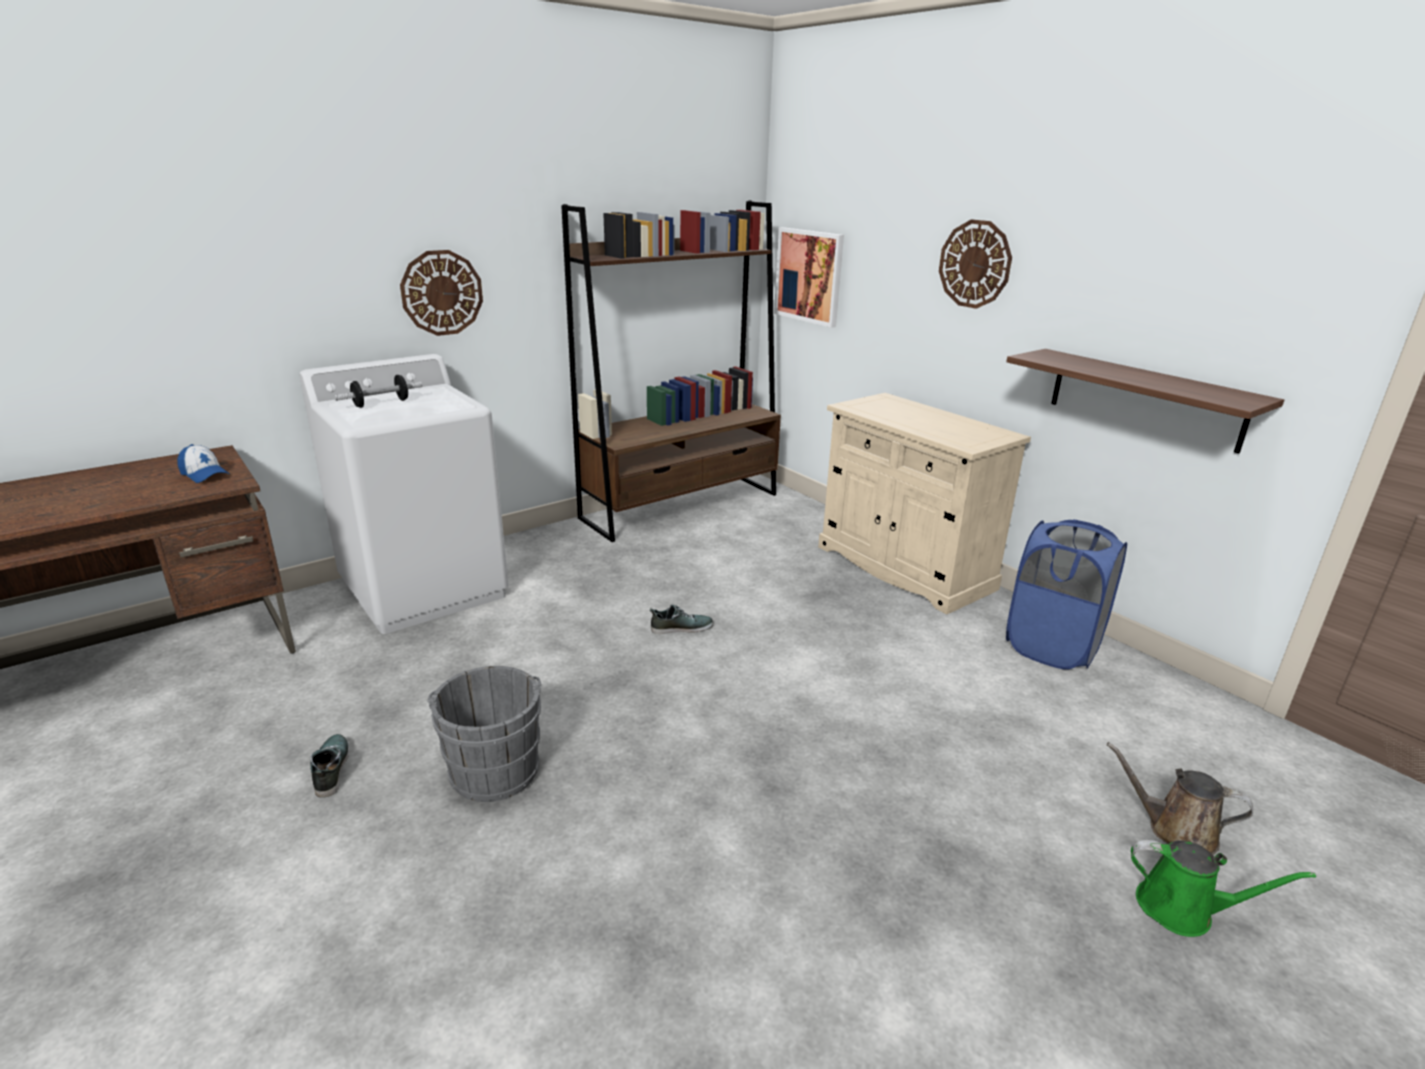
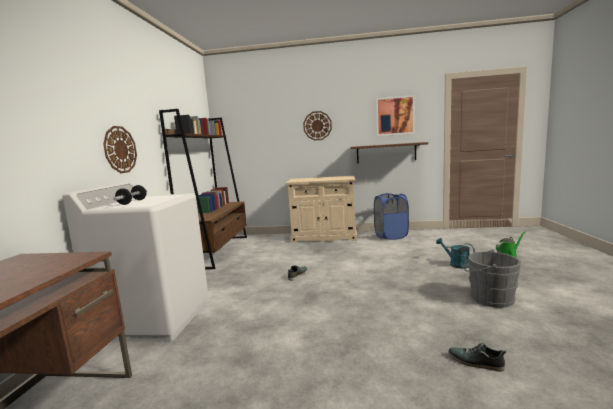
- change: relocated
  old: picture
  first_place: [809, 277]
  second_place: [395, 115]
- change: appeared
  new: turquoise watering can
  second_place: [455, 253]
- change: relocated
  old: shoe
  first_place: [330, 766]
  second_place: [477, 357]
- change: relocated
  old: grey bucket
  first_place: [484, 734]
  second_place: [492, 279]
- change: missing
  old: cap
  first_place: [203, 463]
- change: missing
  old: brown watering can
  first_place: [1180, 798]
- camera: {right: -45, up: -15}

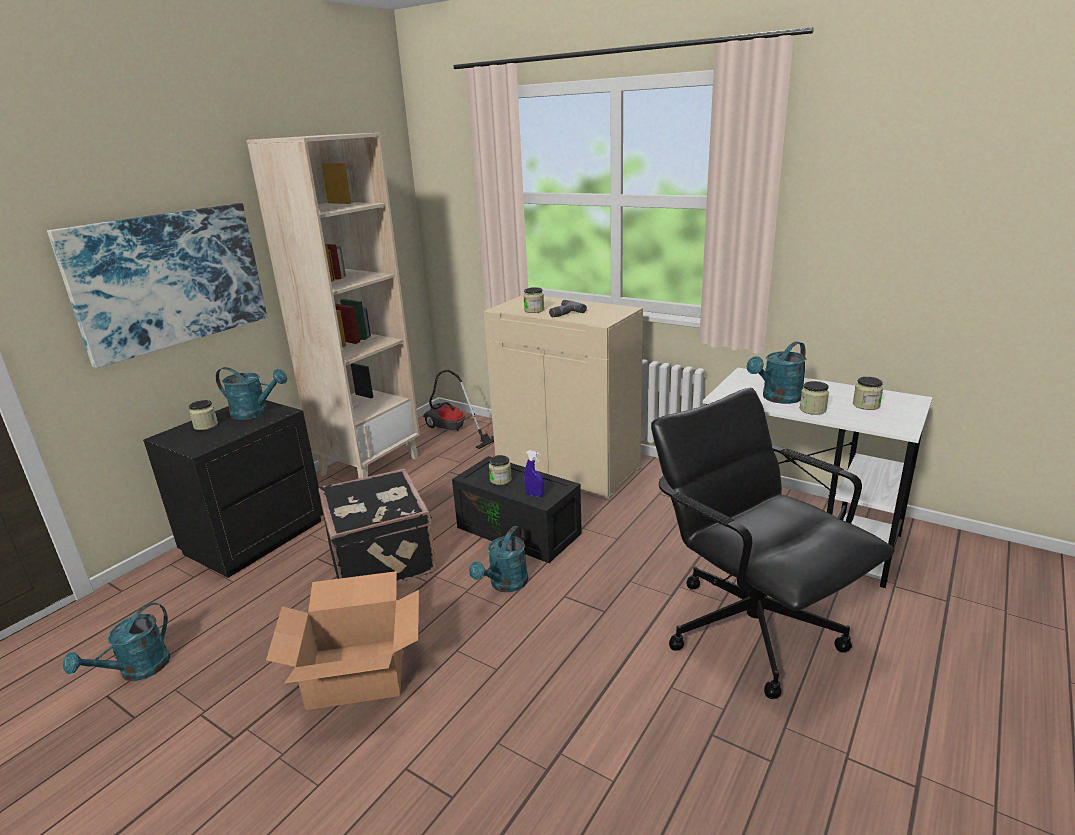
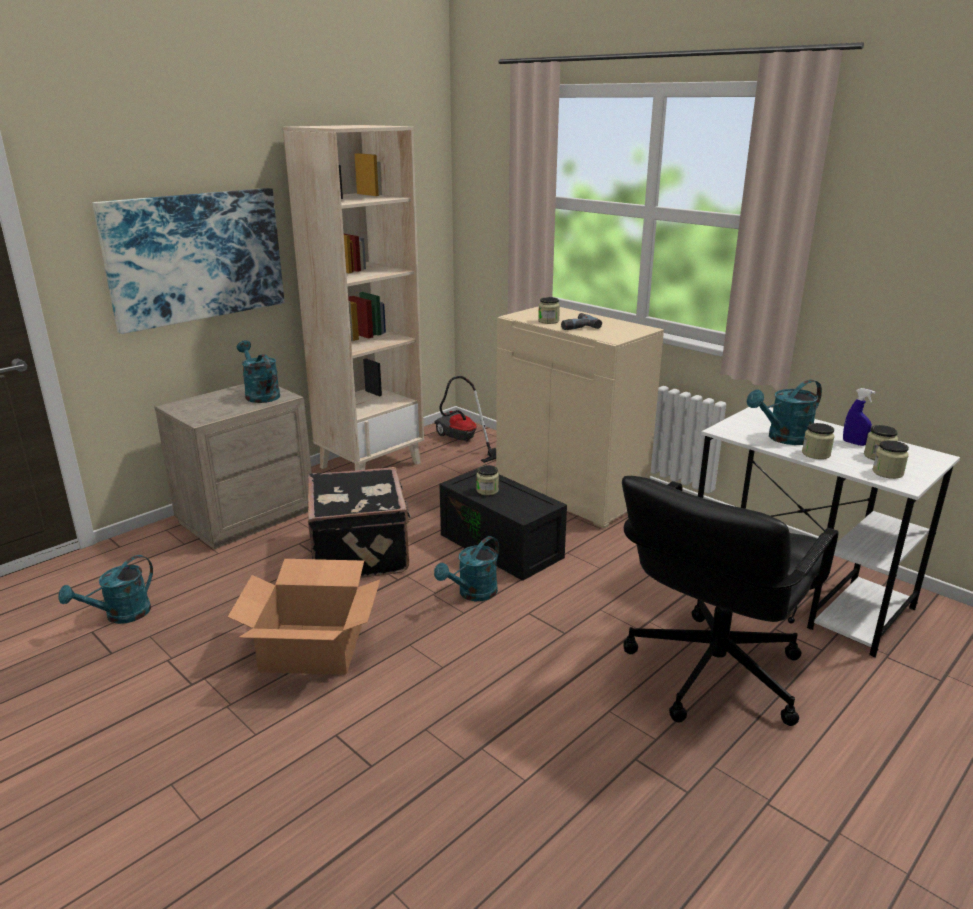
- change: colour
  old: black nightstand
  new: beige nightstand
  first_place: [233, 489]
  second_place: [233, 466]
- change: spun
  old: turquoise watering can
  first_place: [251, 393]
  second_place: [258, 371]
  degrees: -150
- change: spun
  old: black office chair
  first_place: [773, 543]
  second_place: [730, 601]
  degrees: -120
- change: relocated
  old: blue spray bottle
  first_place: [534, 473]
  second_place: [859, 417]
- change: relocated
  old: jar
  first_place: [203, 415]
  second_place: [891, 459]
- camera: {right: 10, up: 0}

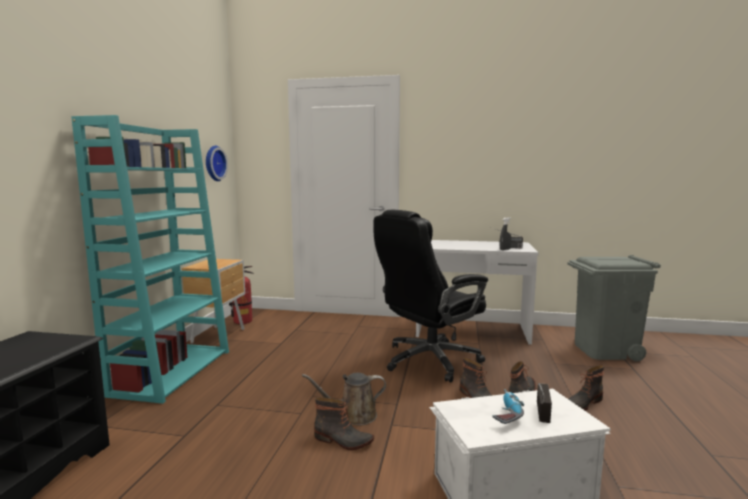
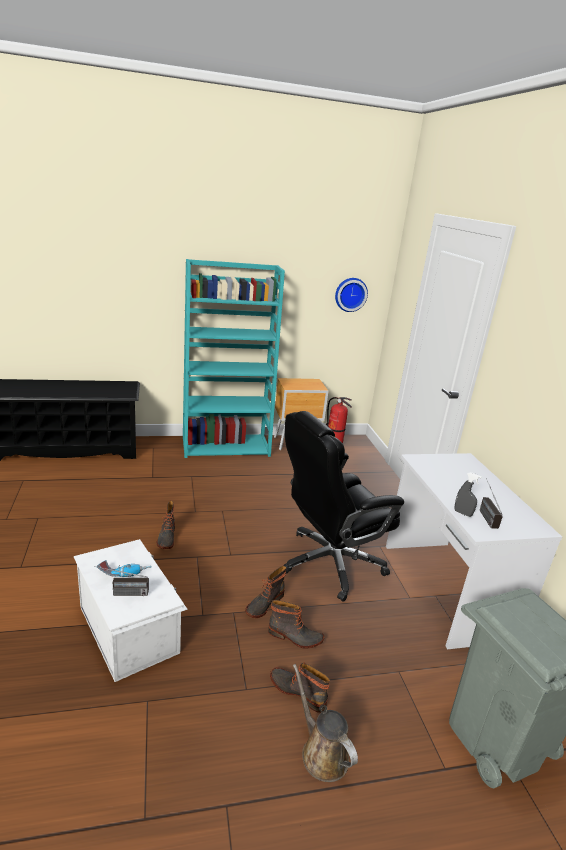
- change: spun
  old: black office chair
  first_place: [430, 296]
  second_place: [343, 506]
  degrees: -60
- change: relocated
  old: brown watering can
  first_place: [344, 399]
  second_place: [325, 723]
- camera: {right: 65, up: 15}

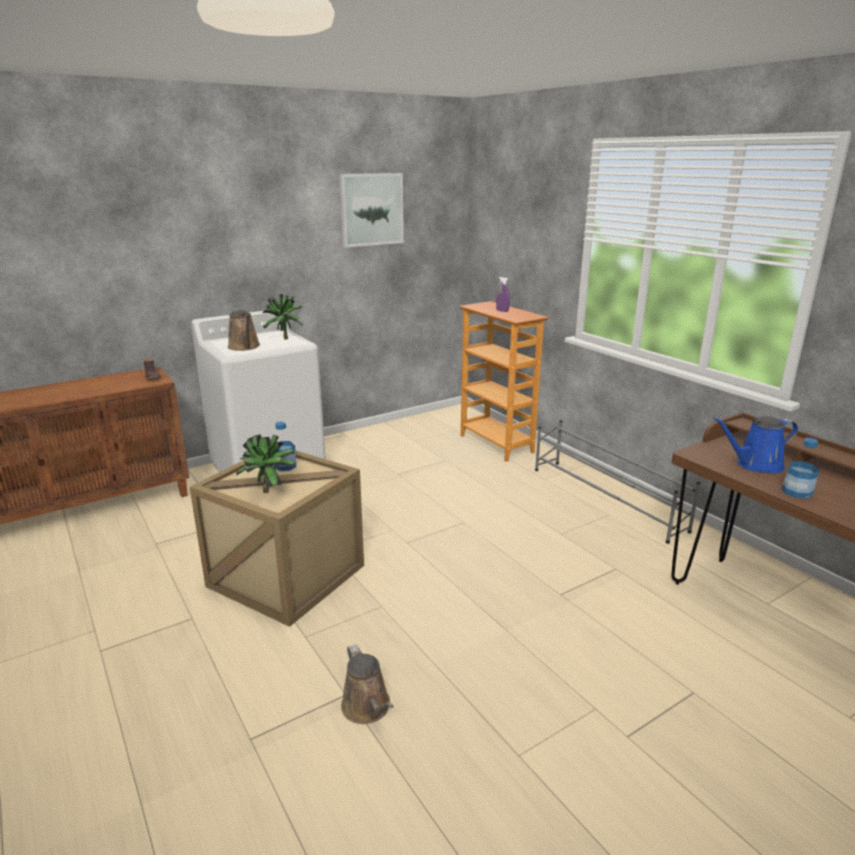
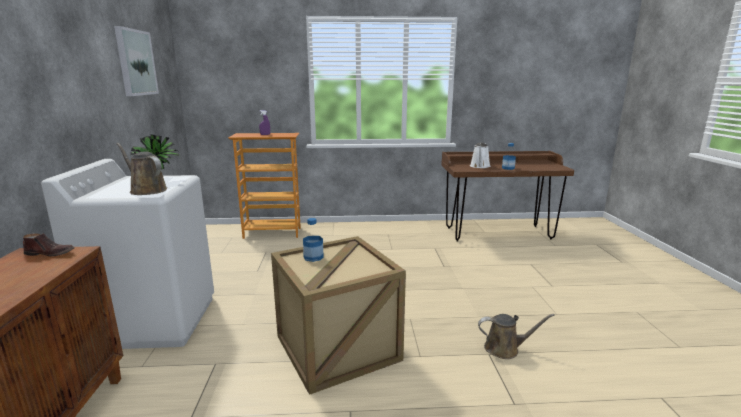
- change: spun
  old: brown watering can
  first_place: [244, 330]
  second_place: [142, 169]
  degrees: -150
- change: colour
  old: blue watering can
  new: white watering can
  first_place: [755, 444]
  second_place: [480, 155]
- change: missing
  old: potted plant
  first_place: [265, 463]
- change: missing
  old: grey shoe rack
  first_place: [617, 482]
- camera: {right: -60, up: -5}

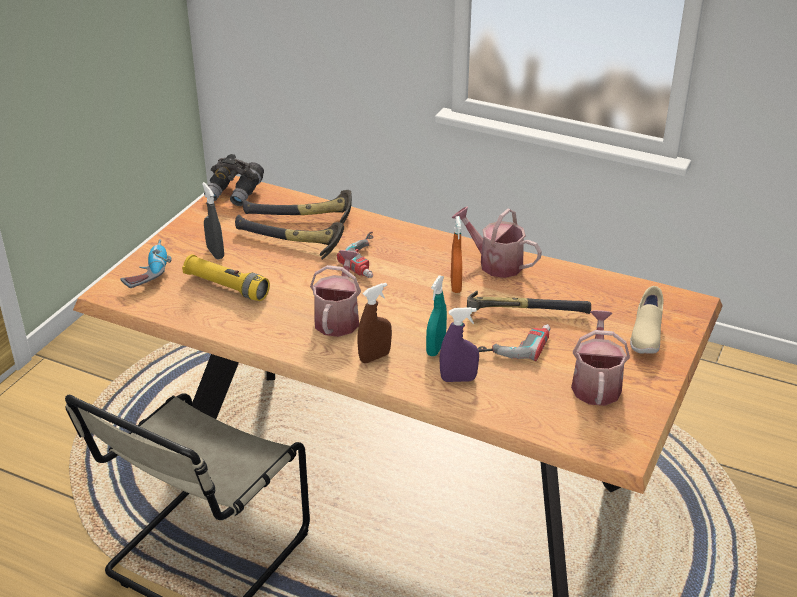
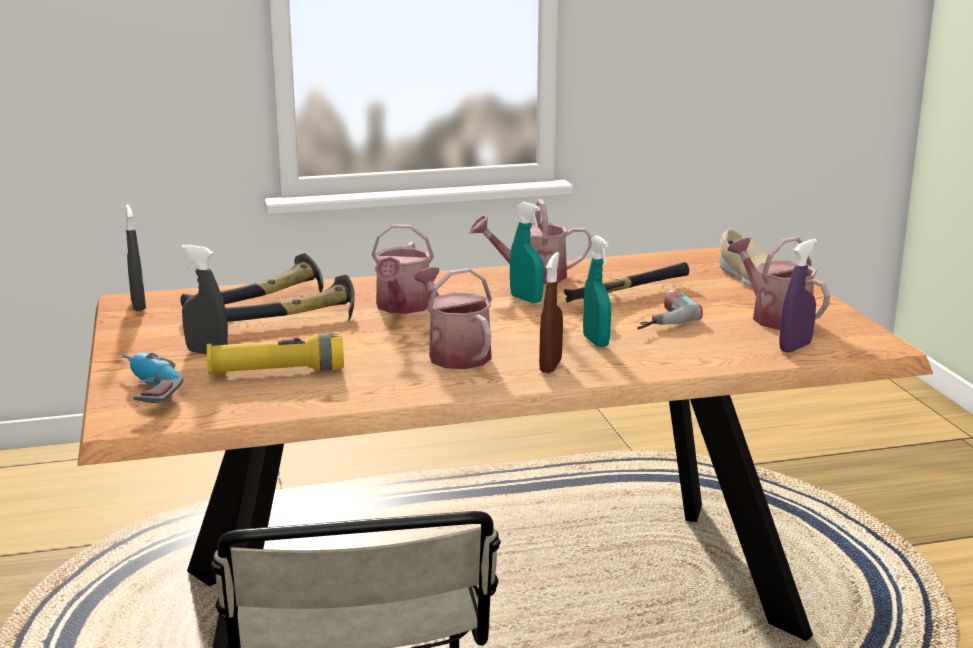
- change: exchanged
  old: grey binoculars
  new: grey spray bottle
  first_place: [234, 180]
  second_place: [135, 258]
- change: exchanged
  old: power drill
  new: watering can
  first_place: [355, 255]
  second_place: [402, 269]
- change: colour
  old: orange spray bottle
  new: turquoise spray bottle
  first_place: [456, 254]
  second_place: [527, 252]
- change: relocated
  old: purple spray bottle
  first_place: [459, 344]
  second_place: [798, 295]
- camera: {right: -40, up: -15}

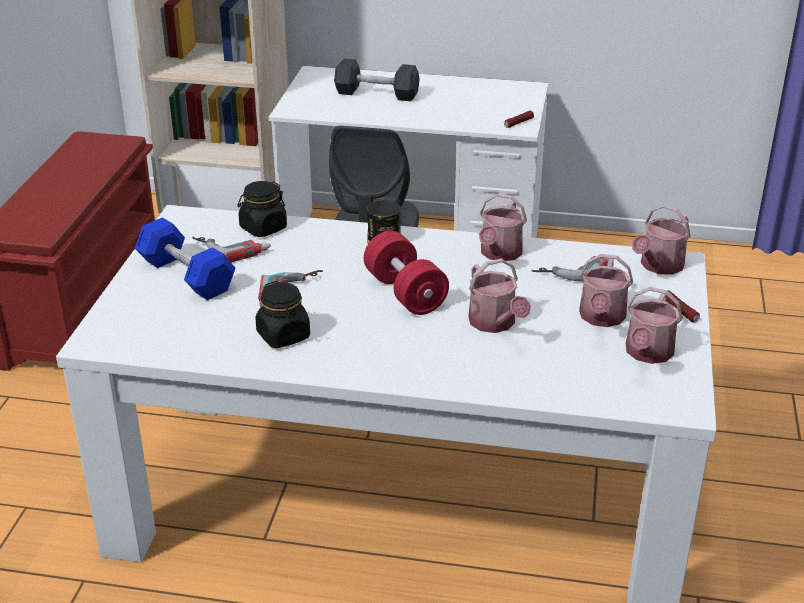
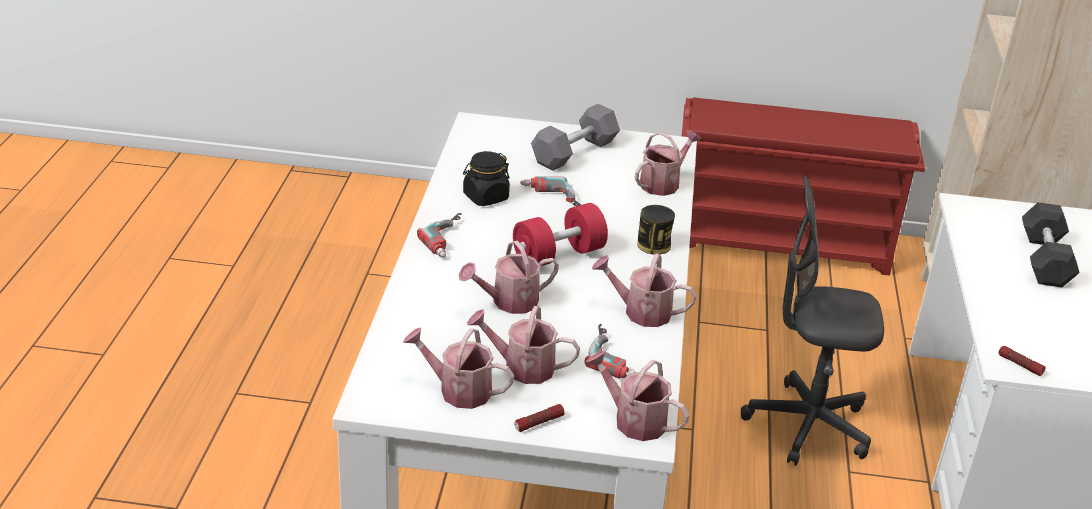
- change: relocated
  old: power drill
  first_place: [231, 250]
  second_place: [439, 235]
- change: colour
  old: blue dumbbell
  new: grey dumbbell
  first_place: [185, 258]
  second_place: [575, 137]
- change: exchanged
  old: black jar
  new: watering can
  first_place: [262, 209]
  second_place: [668, 163]
- camera: {right: 85, up: 0}

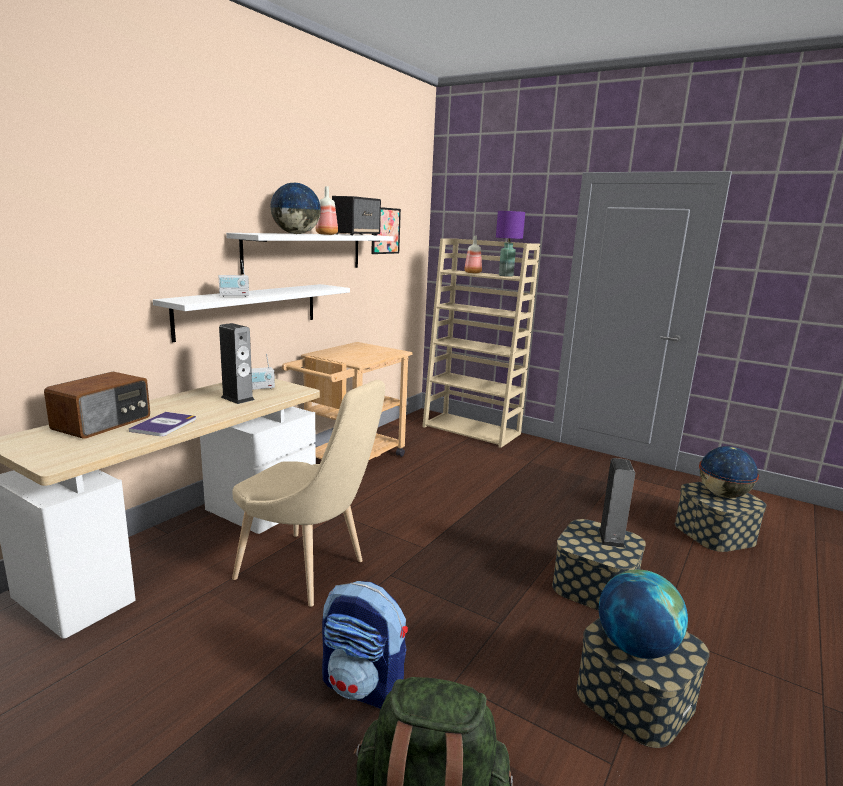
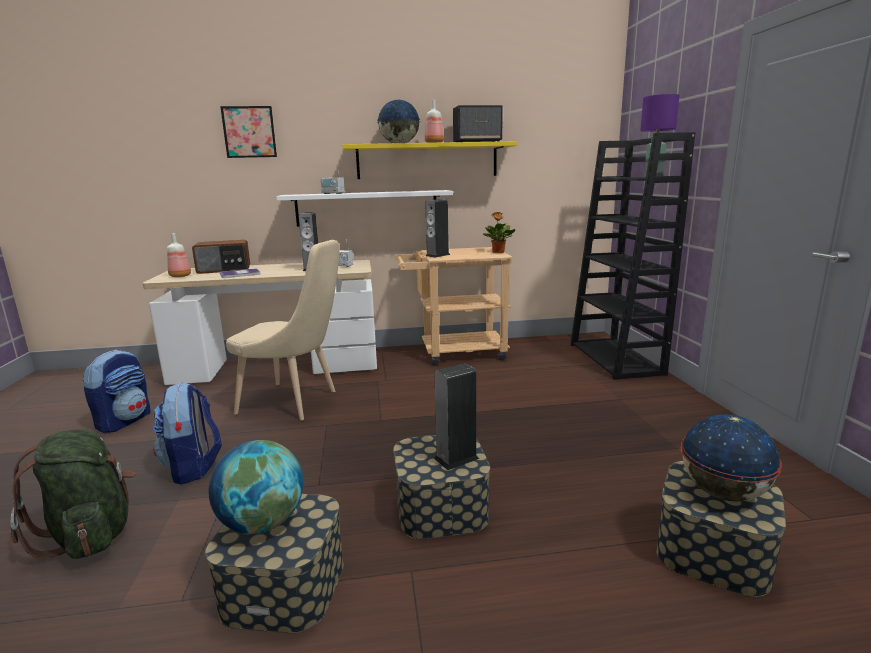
- change: appeared
  new: backpack
  second_place: [117, 391]
- change: relocated
  old: bottle
  first_place: [473, 255]
  second_place: [179, 255]
- change: relocated
  old: picture
  first_place: [386, 230]
  second_place: [248, 132]
- change: spun
  old: beige chair
  first_place: [308, 493]
  second_place: [282, 330]
  degrees: -60
- change: colour
  old: white shelf
  new: yellow shelf
  first_place: [310, 254]
  second_place: [430, 160]
- change: appeared
  new: speaker
  second_place: [437, 228]
- change: appeared
  new: potted plant
  second_place: [499, 232]
- change: colour
  old: beige bookcase
  new: black bookcase
  first_place: [481, 343]
  second_place: [633, 256]
- camera: {right: 50, up: 0}

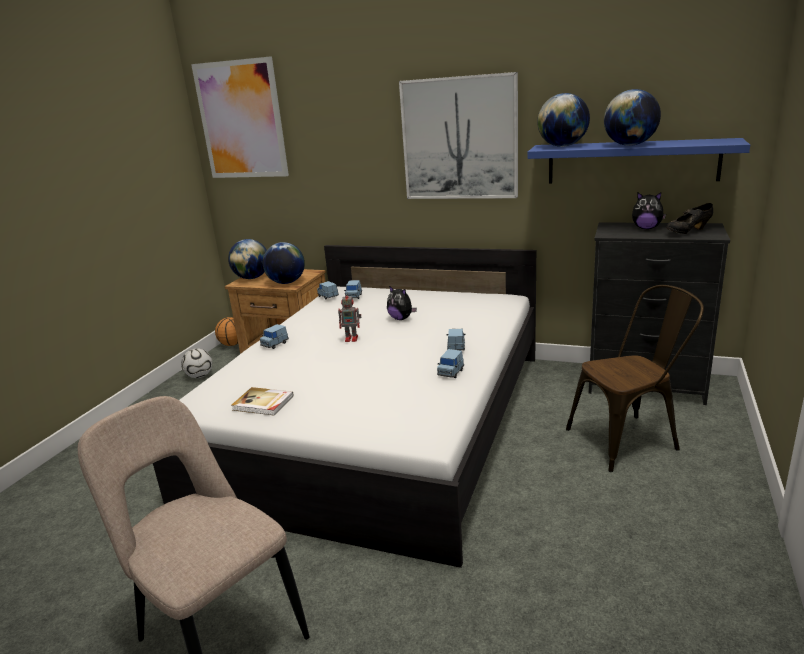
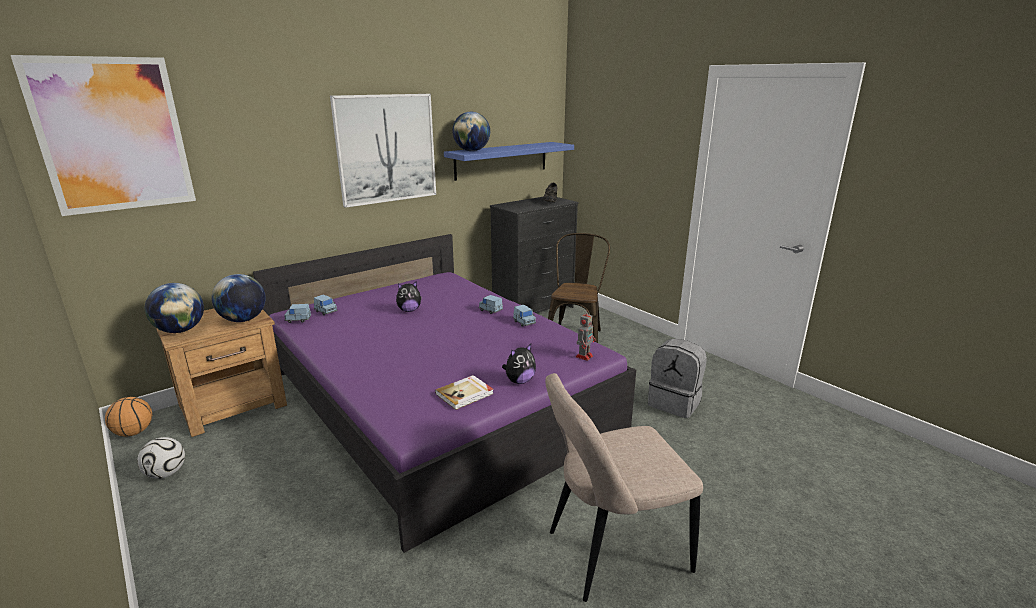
- change: colour
  old: white bed
  new: purple bed
  first_place: [344, 406]
  second_place: [444, 393]
- change: relocated
  old: plush toy
  first_place: [649, 210]
  second_place: [519, 364]
- change: relocated
  old: toy robot
  first_place: [349, 317]
  second_place: [585, 335]
- change: appeared
  new: grey backpack
  second_place: [677, 378]
- change: missing
  old: blue toy car
  first_place: [274, 336]
- change: missing
  old: globe
  first_place: [632, 117]
- camera: {right: -60, up: 0}

